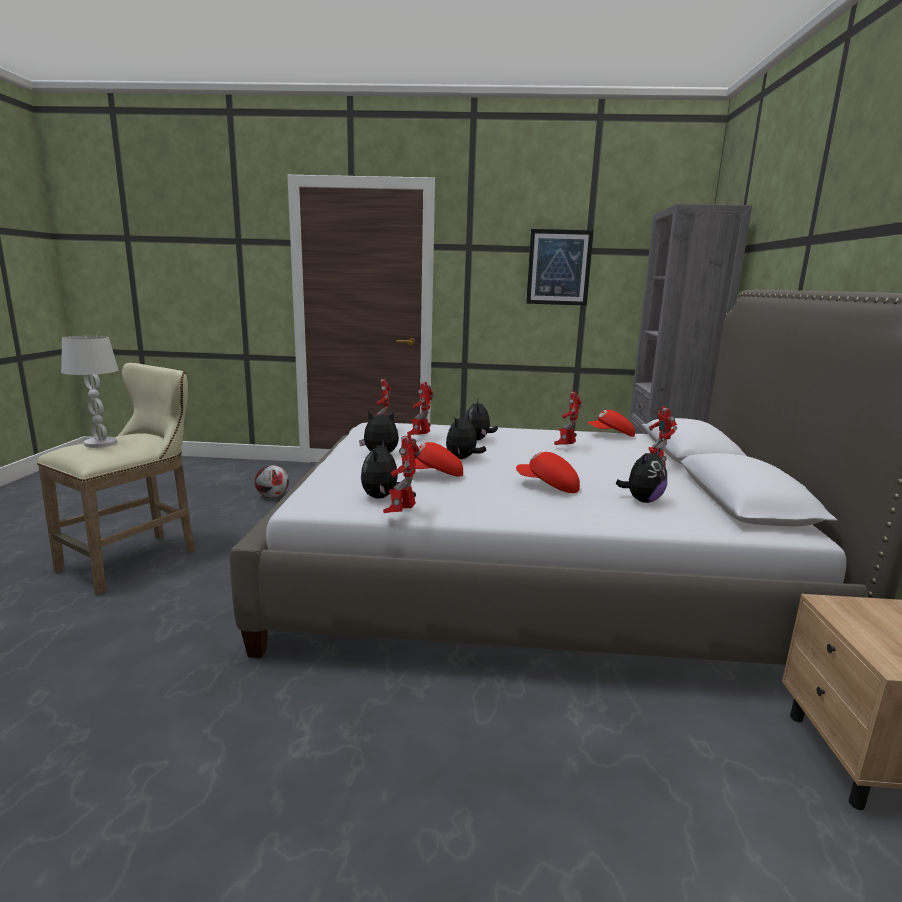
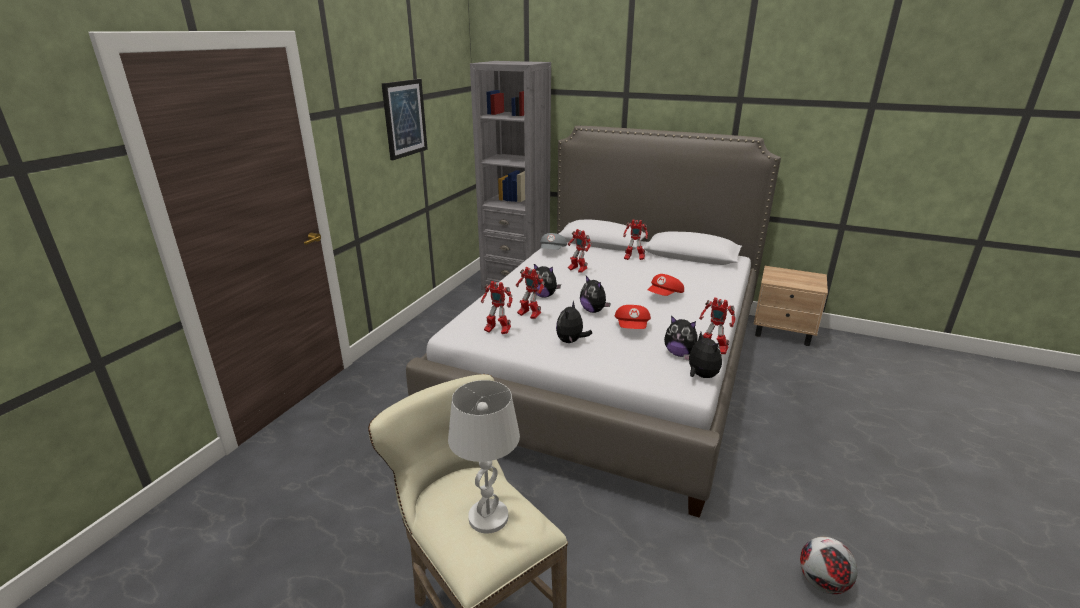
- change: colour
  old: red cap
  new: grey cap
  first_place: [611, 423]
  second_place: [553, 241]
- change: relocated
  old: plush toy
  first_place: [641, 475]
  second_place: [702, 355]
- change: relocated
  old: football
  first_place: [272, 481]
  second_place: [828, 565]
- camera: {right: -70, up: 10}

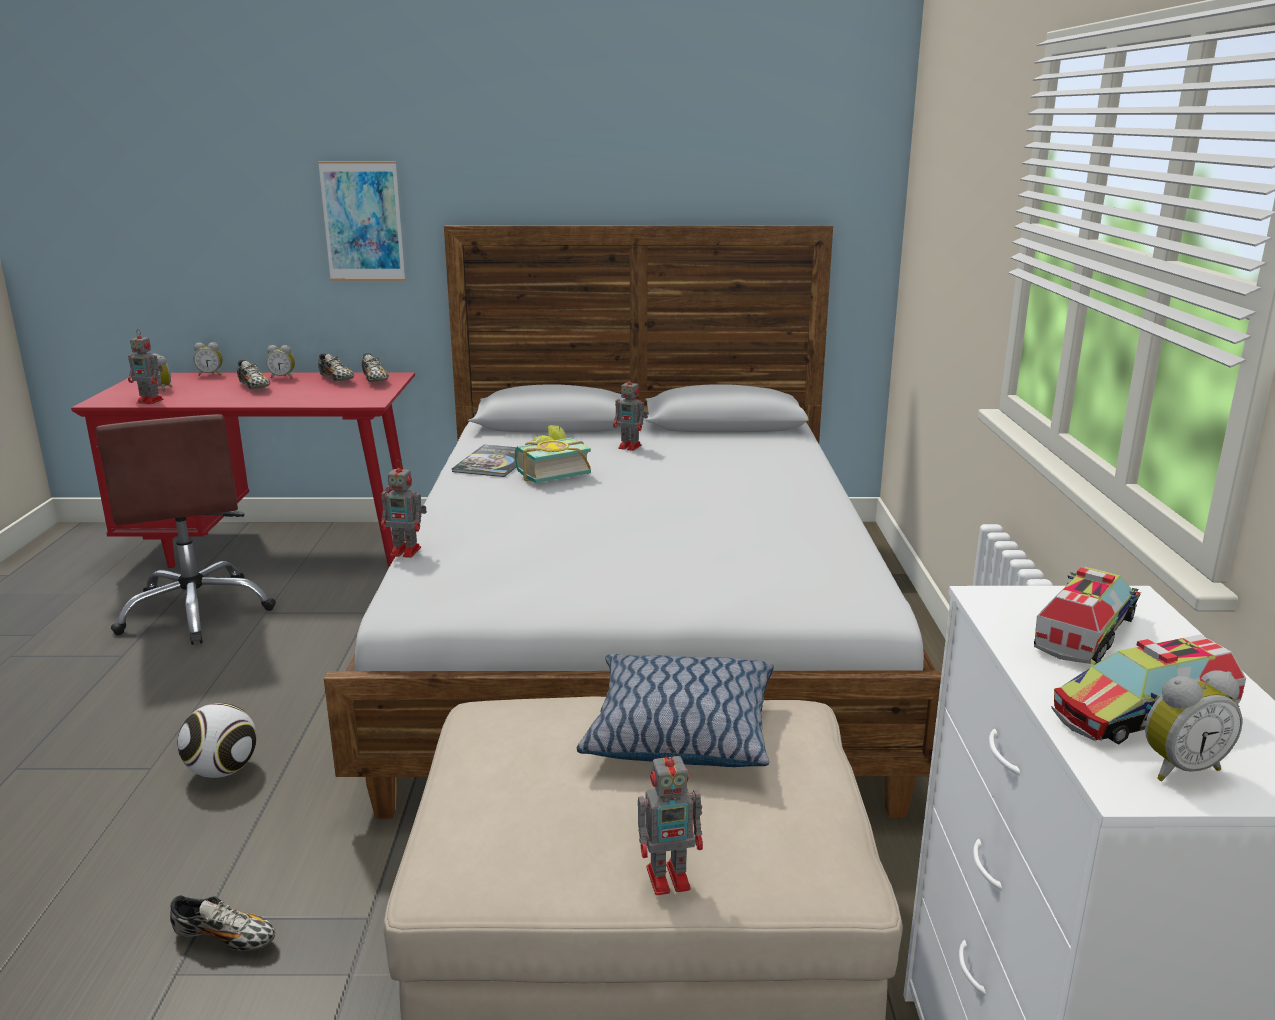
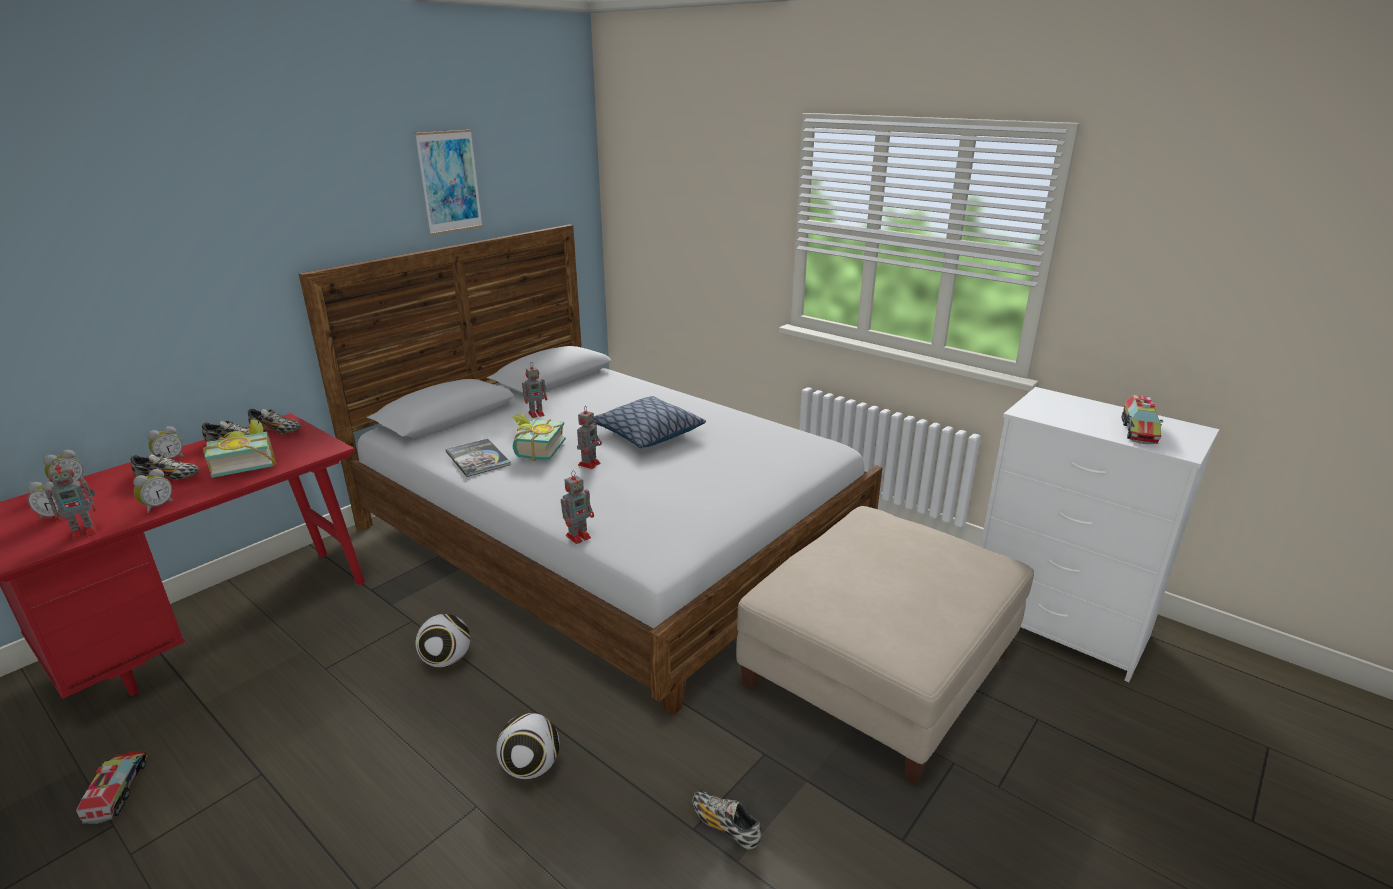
- change: relocated
  old: toy truck
  first_place: [1087, 615]
  second_place: [111, 787]
- change: relocated
  old: alarm clock
  first_place: [1194, 725]
  second_place: [153, 490]
- change: appeared
  new: book
  second_place: [239, 449]
- change: relocated
  old: picture
  first_place: [361, 221]
  second_place: [449, 182]
- change: appeared
  new: football
  second_place: [442, 641]
- change: relocated
  old: toy robot
  first_place: [670, 821]
  second_place: [589, 438]
- change: relocated
  old: pillow
  first_place: [675, 710]
  second_place: [650, 422]
- change: spun
  old: shoe
  first_place: [222, 923]
  second_place: [727, 820]
  degrees: -105
- change: missing
  old: brown office chair
  first_place: [186, 529]
- camera: {right: -50, up: 5}

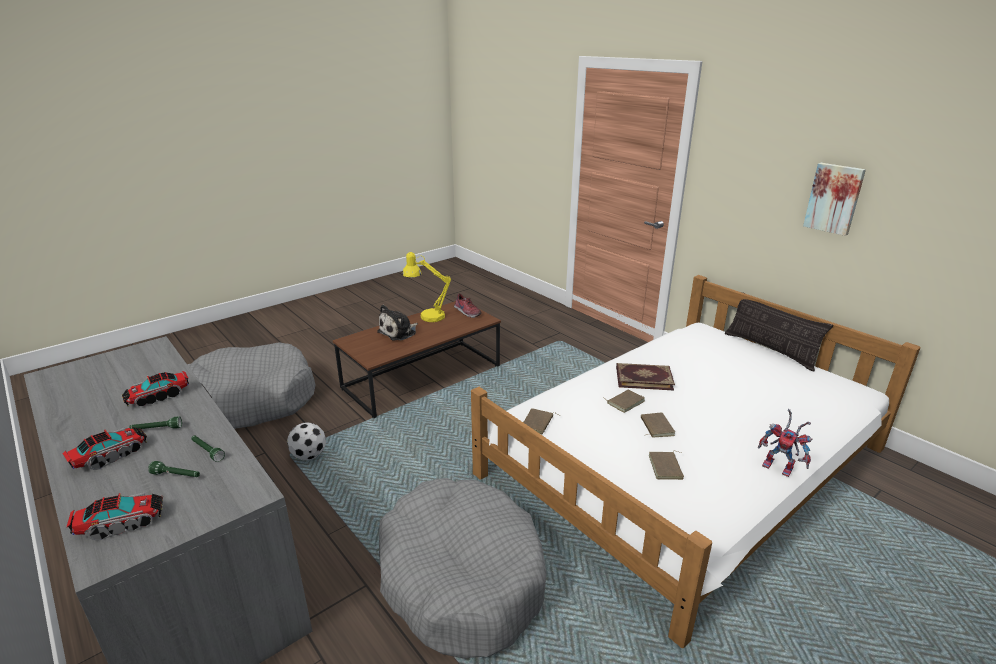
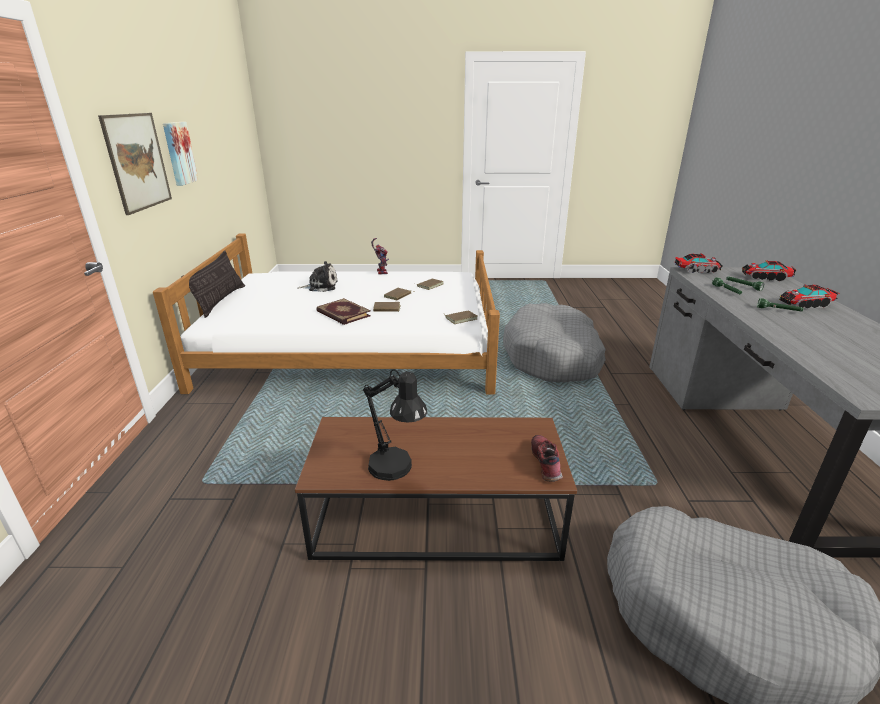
- change: appeared
  new: picture
  second_place: [135, 164]
- change: relocated
  old: plush toy
  first_place: [397, 323]
  second_place: [318, 276]
- change: colour
  old: yellow table lamp
  new: black table lamp
  first_place: [426, 287]
  second_place: [395, 425]
- change: relocated
  old: shoe
  first_place: [468, 305]
  second_place: [547, 458]
- change: relocated
  old: toy truck
  first_place: [155, 389]
  second_place: [699, 263]
- change: missing
  old: football
  first_place: [306, 441]
- camera: {right: -140, up: 0}

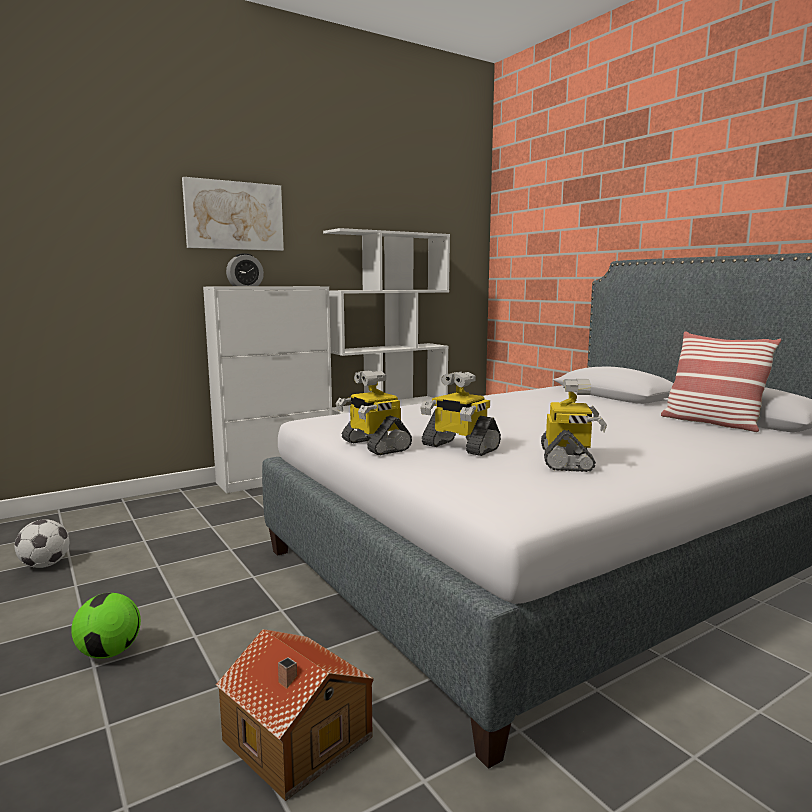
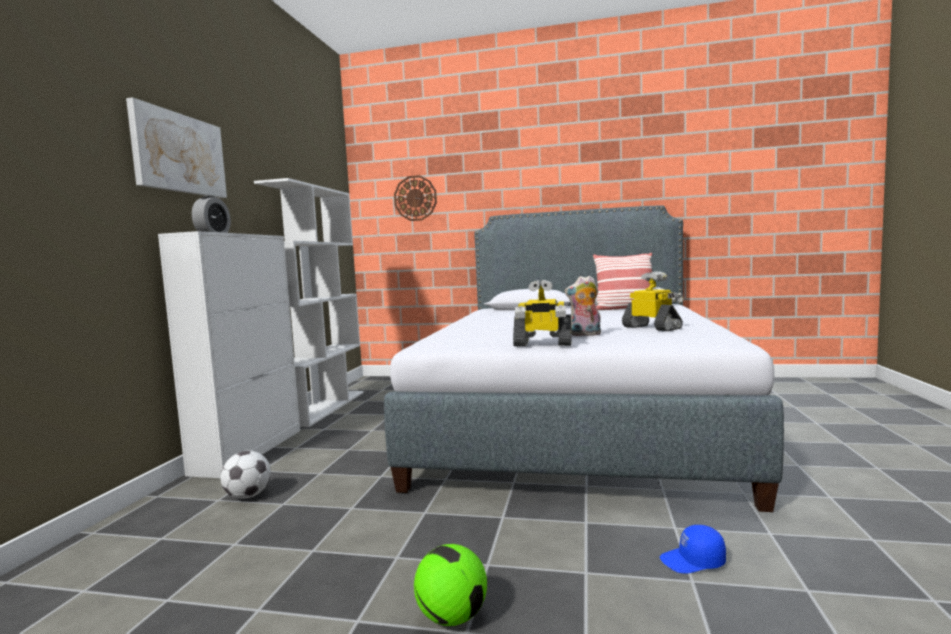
- change: relocated
  old: football
  first_place: [42, 543]
  second_place: [245, 475]
- change: appeared
  new: wall clock
  second_place: [415, 198]
- change: exchanged
  old: toy robot
  new: plush toy
  first_place: [460, 413]
  second_place: [583, 306]
- change: exchanged
  old: toy house
  new: blue cap
  first_place: [295, 715]
  second_place: [693, 549]
- camera: {right: -45, up: -5}

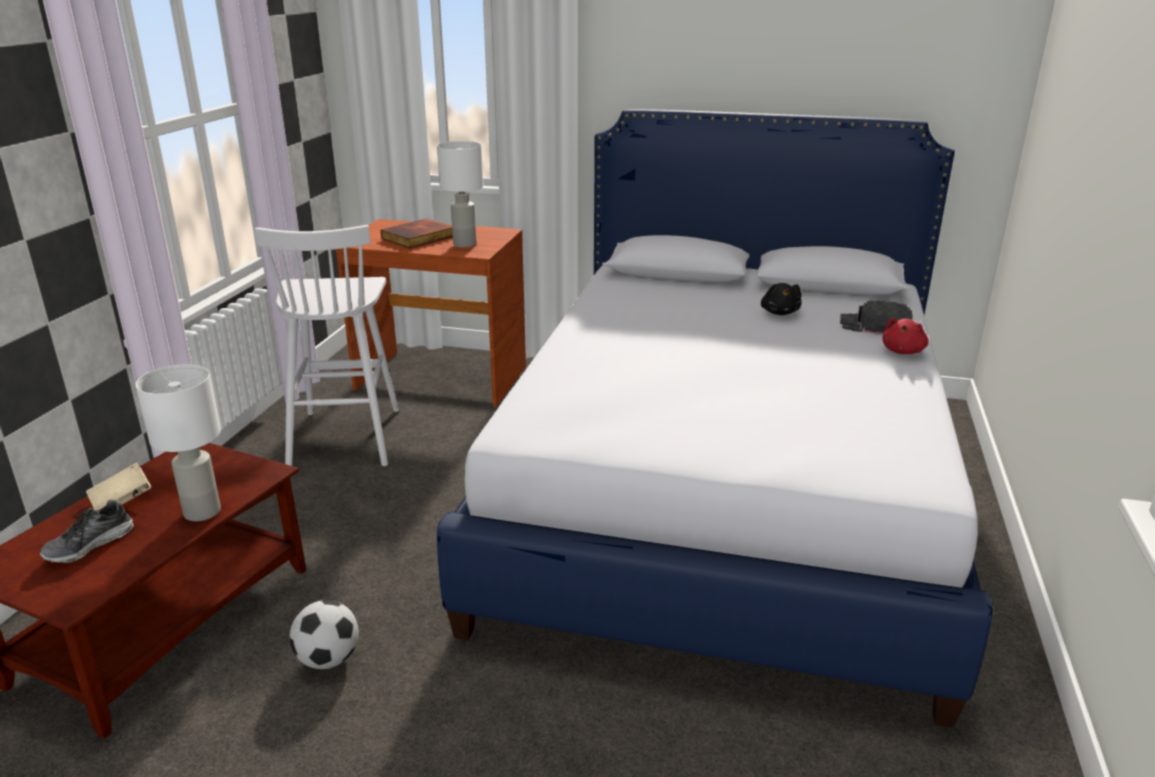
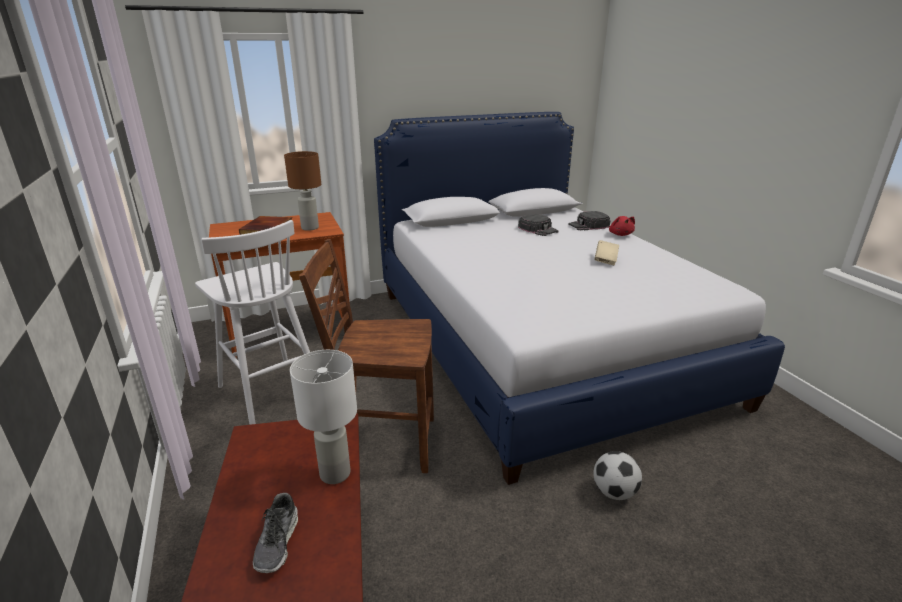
- change: colour
  old: white table lamp
  new: brown table lamp
  first_place: [460, 194]
  second_place: [302, 191]
- change: appeared
  new: brown chair
  second_place: [366, 356]
- change: exchanged
  old: black plush toy
  new: black cap
  first_place: [781, 299]
  second_place: [538, 225]
- change: relocated
  old: football
  first_place: [324, 634]
  second_place: [617, 475]
- change: relocated
  old: beige book
  first_place: [118, 486]
  second_place: [606, 252]
- camera: {right: -35, up: 0}

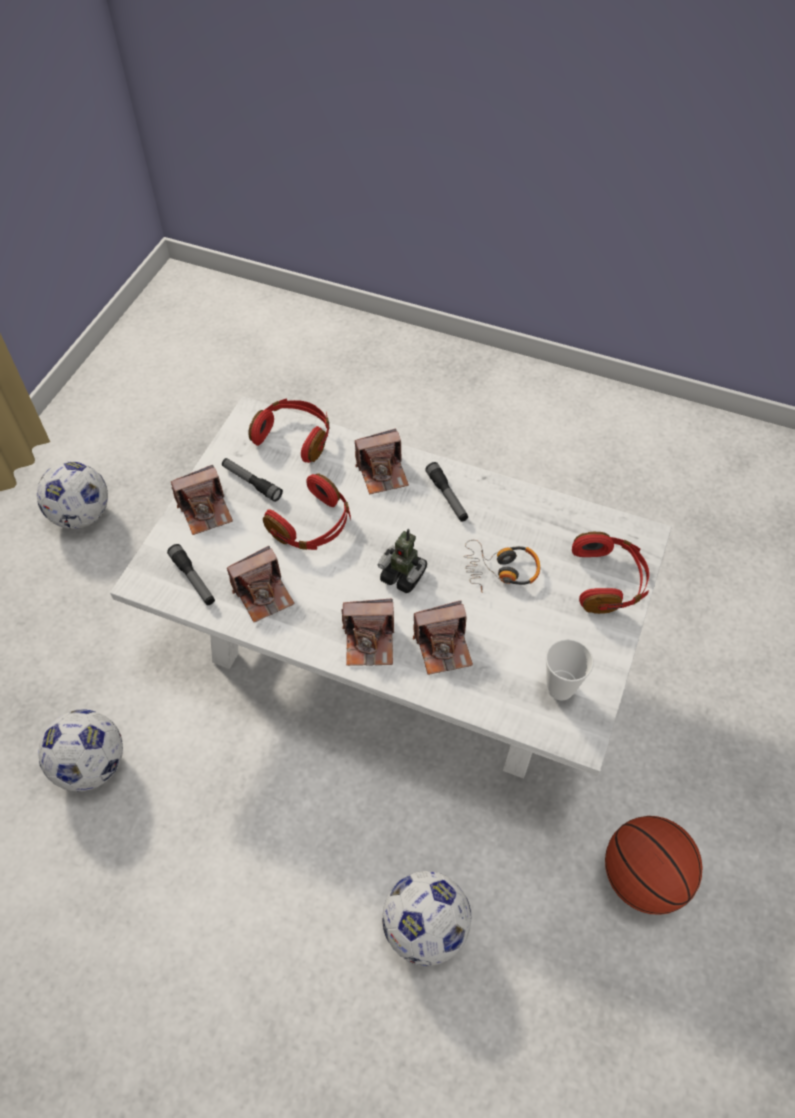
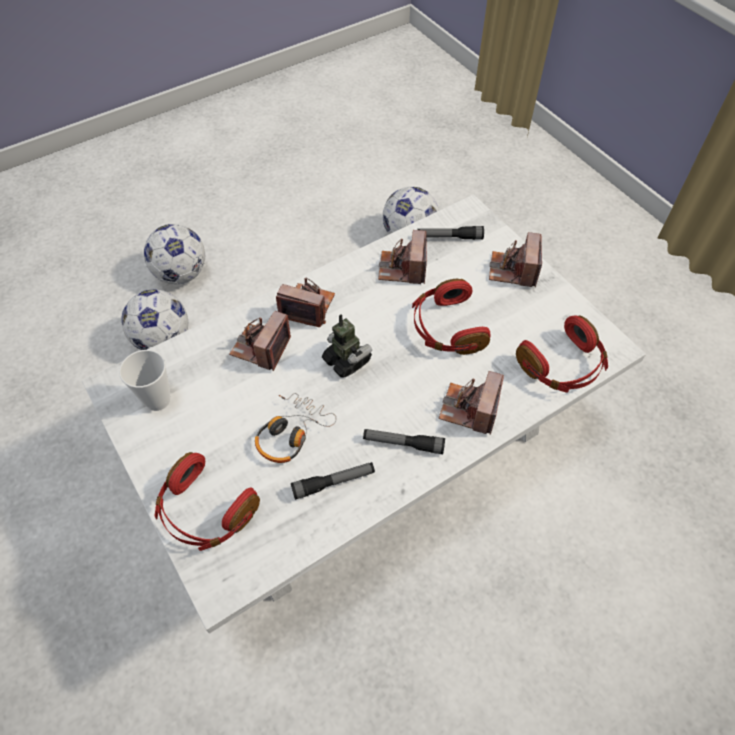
- change: relocated
  old: football
  first_place: [72, 495]
  second_place: [174, 254]
- change: spun
  old: photo camera
  first_place: [368, 632]
  second_place: [305, 302]
  degrees: 75
- change: relocated
  old: flashlight
  first_place: [252, 480]
  second_place: [333, 481]
- change: spun
  old: toy robot
  first_place: [402, 561]
  second_place: [347, 346]
  degrees: 75
- change: missing
  old: basketball
  first_place: [654, 865]
- camera: {right: 125, up: 0}

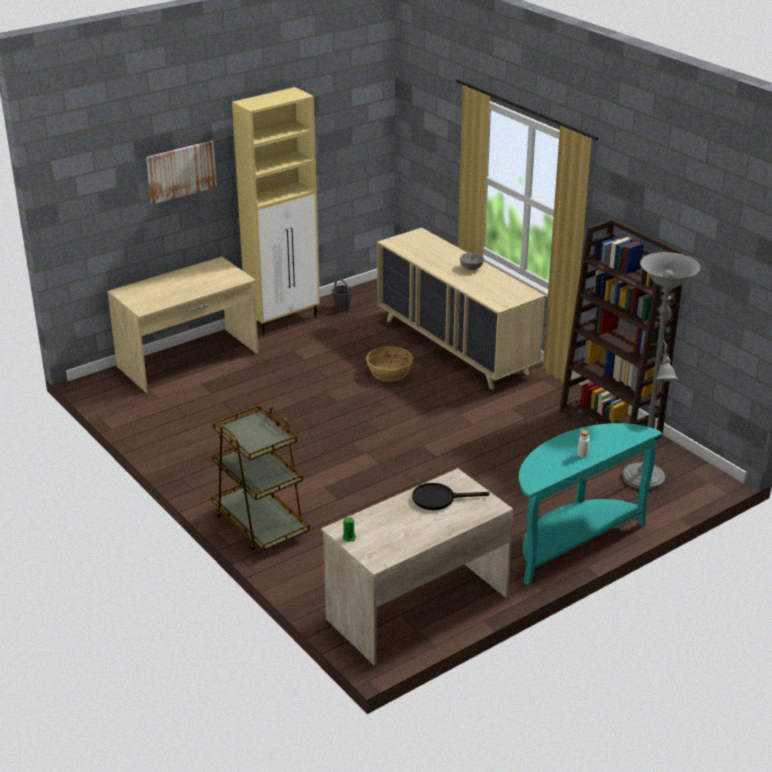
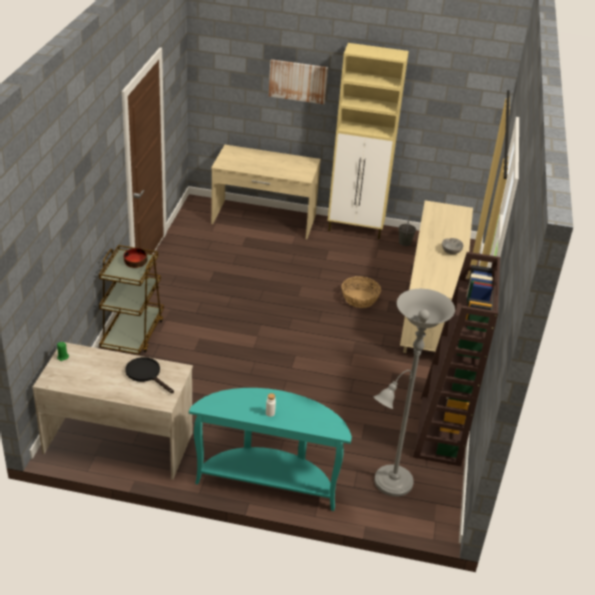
- change: appeared
  new: bowl
  second_place: [136, 258]
- camera: {right: 45, up: 5}

